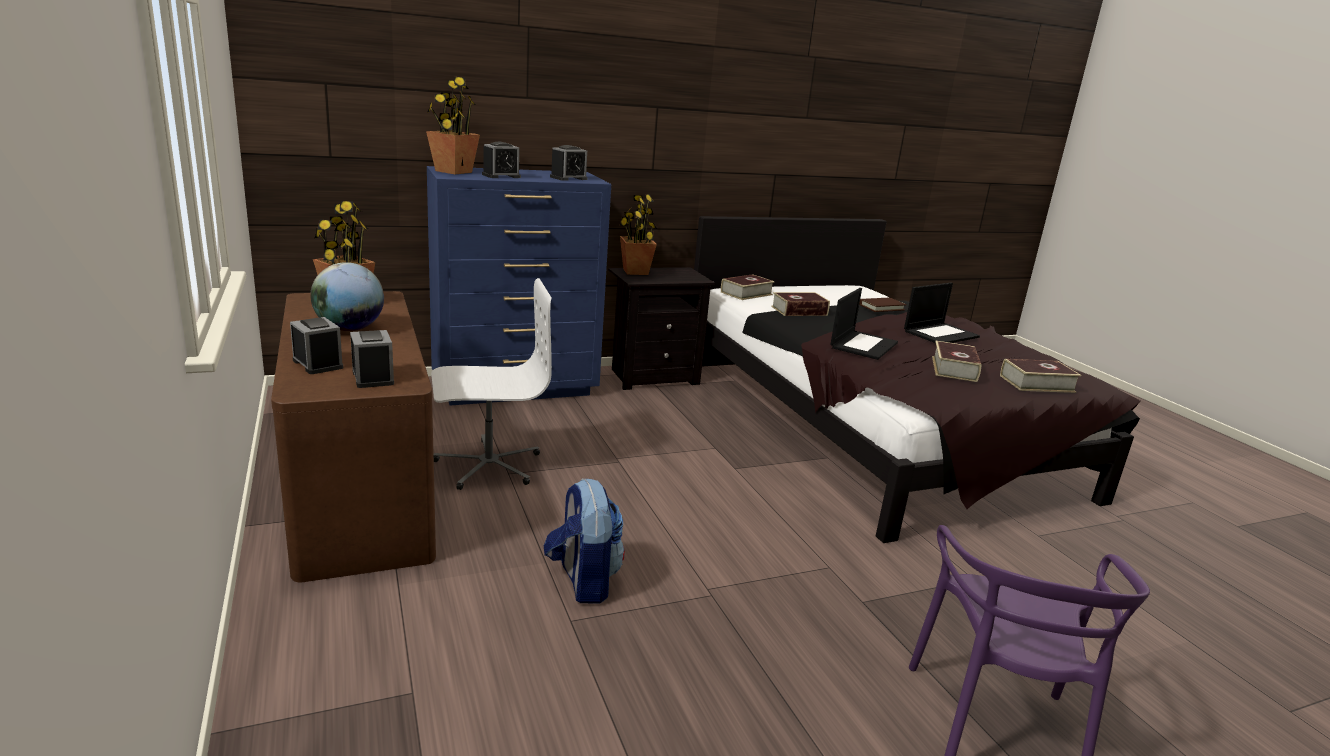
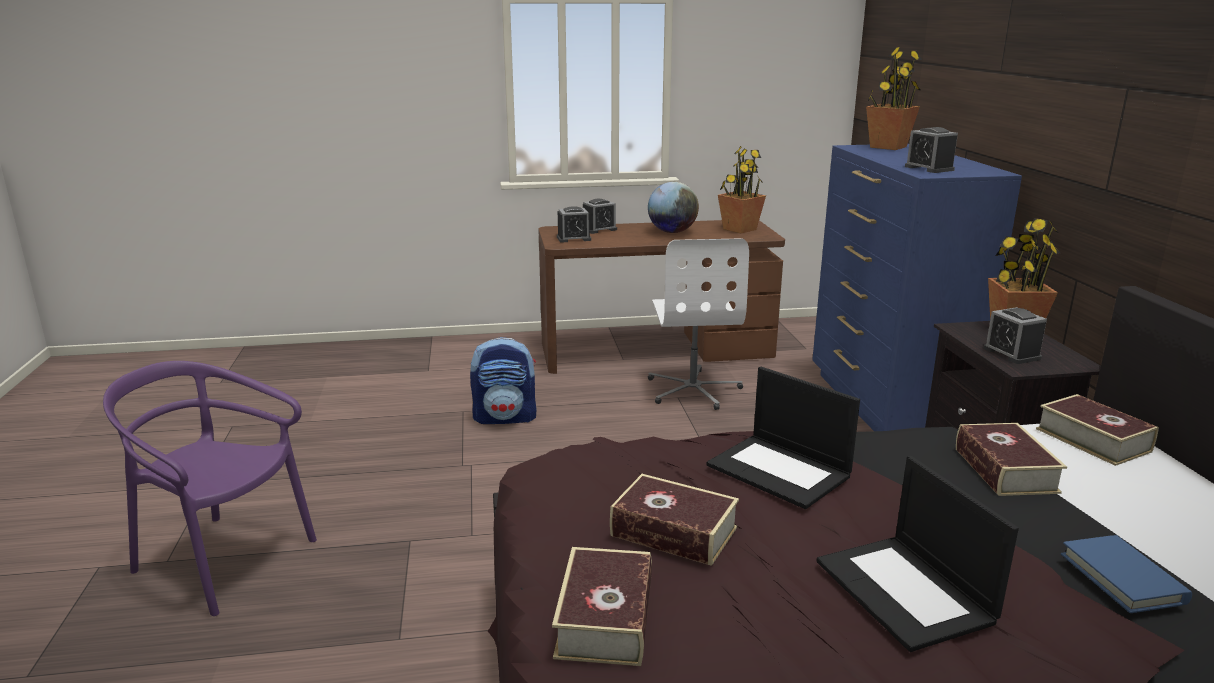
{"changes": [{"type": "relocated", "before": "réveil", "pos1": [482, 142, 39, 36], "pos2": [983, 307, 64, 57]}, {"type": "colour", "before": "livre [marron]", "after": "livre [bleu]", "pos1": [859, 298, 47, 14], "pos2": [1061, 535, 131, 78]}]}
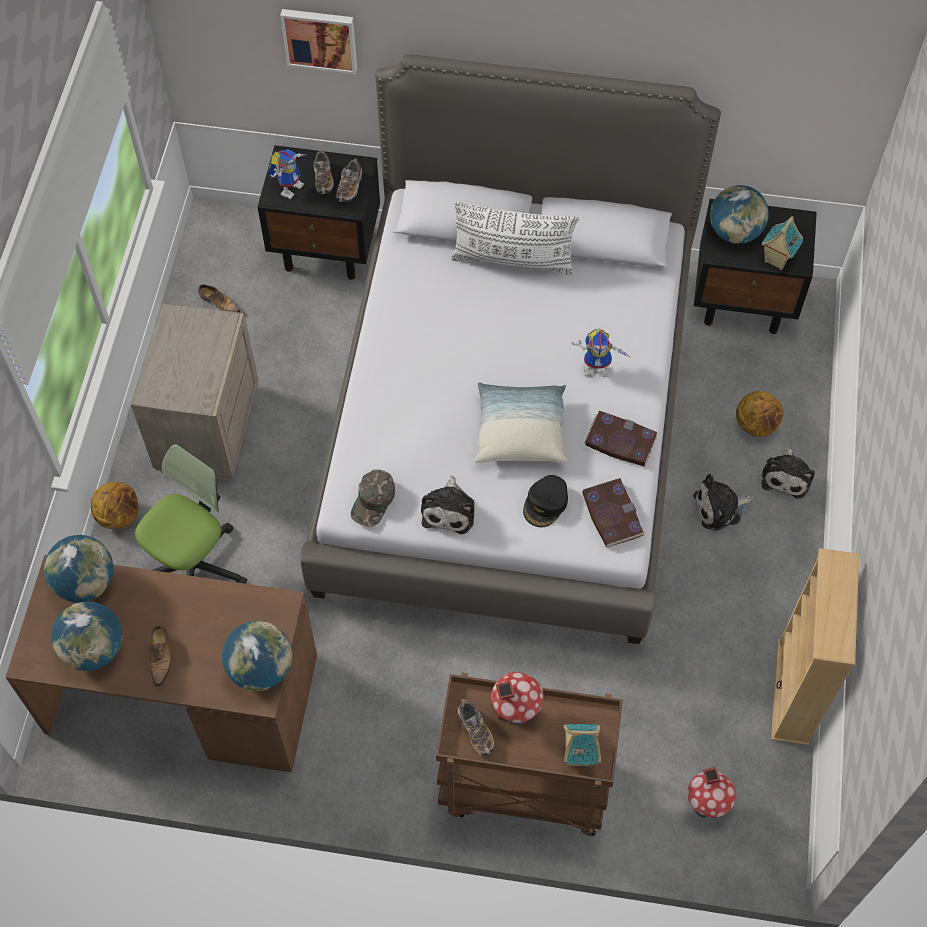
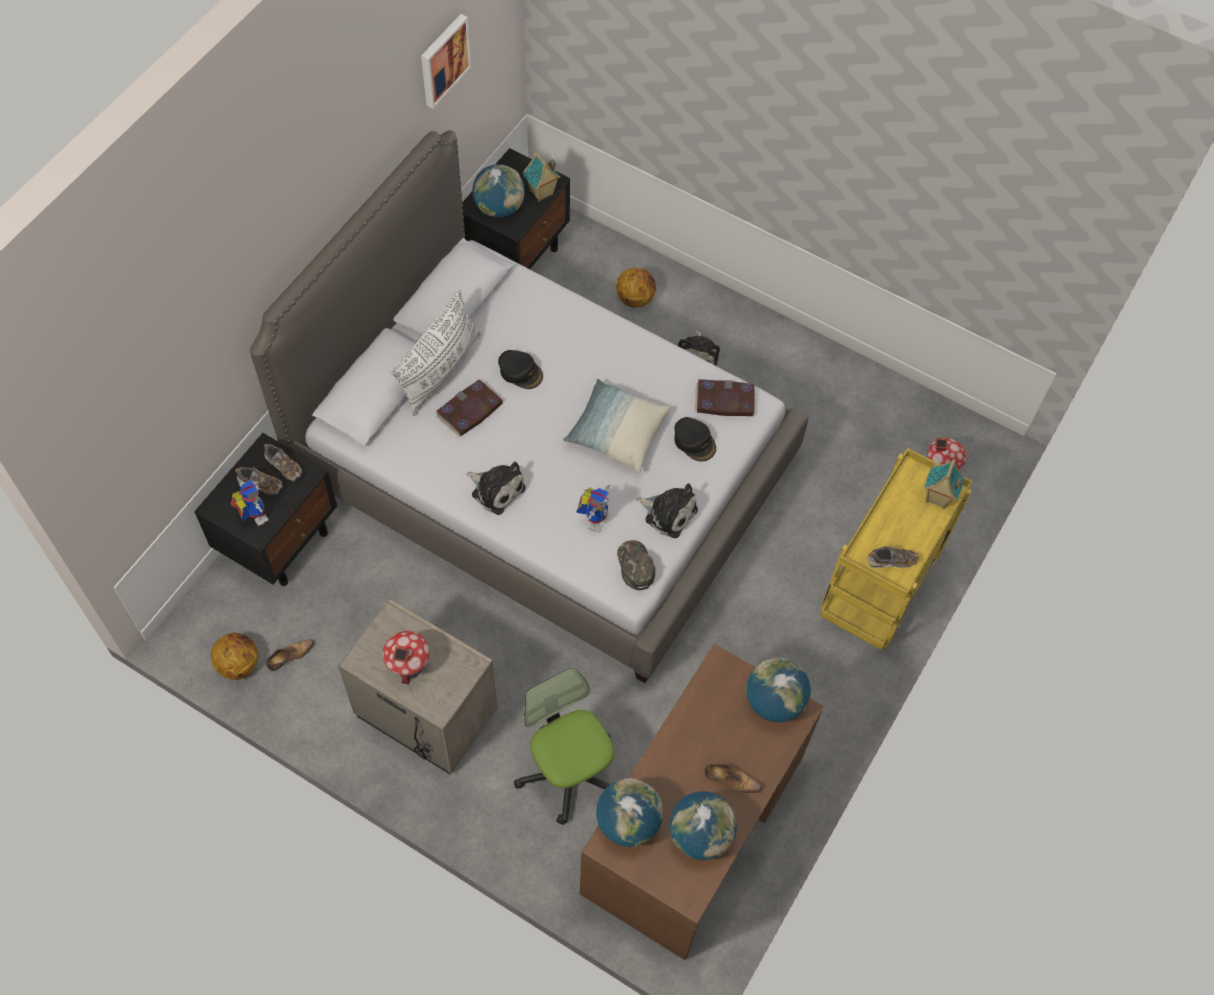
{"changes": [{"type": "relocated", "before": "ballon de basket", "pos1": [91, 482, 48, 47], "pos2": [211, 633, 47, 47]}, {"type": "relocated", "before": "maison miniature", "pos1": [491, 672, 53, 53], "pos2": [382, 631, 48, 53]}, {"type": "relocated", "before": "tableau", "pos1": [280, 9, 77, 65], "pos2": [421, 14, 50, 95]}, {"type": "relocated", "before": "livre", "pos1": [584, 410, 74, 56], "pos2": [436, 380, 67, 57]}, {"type": "relocated", "before": "peluche", "pos1": [762, 445, 53, 54], "pos2": [466, 461, 60, 54]}, {"type": "appeared", "after": "casquette [noir]", "pos2": [498, 350, 45, 39]}, {"type": "relocated", "before": "robot jouet", "pos1": [571, 329, 59, 48], "pos2": [577, 485, 33, 47]}, {"type": "spun", "before": "casquette [vert]", "pos1": [351, 469, 44, 57], "pos2": [617, 540, 38, 50], "turn": -150}, {"type": "colour", "before": "chariot [marron]", "after": "chariot [jaune]", "pos1": [436, 673, 187, 163], "pos2": [820, 448, 153, 202]}, {"type": "missing", "before": "bibliothèque [beige]", "pos1": [771, 548, 88, 198]}]}
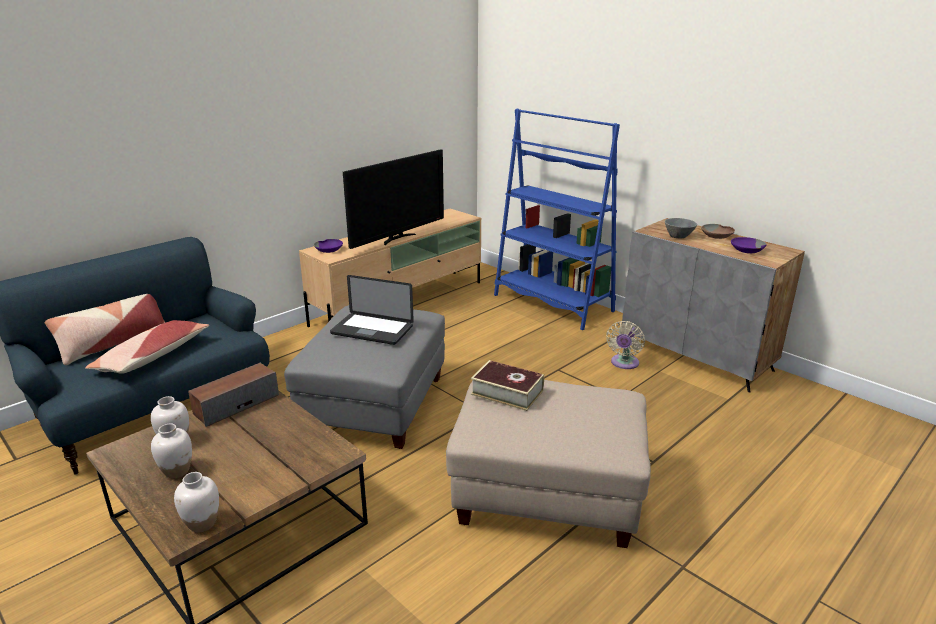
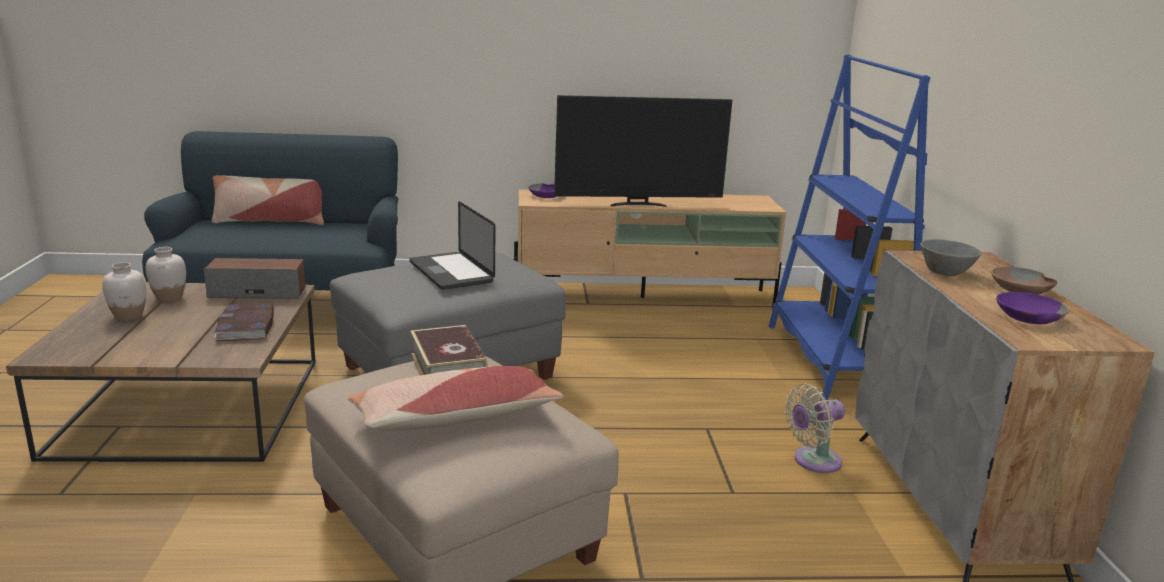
{"changes": [{"type": "appeared", "after": "livre", "pos2": [214, 303, 60, 38]}, {"type": "relocated", "before": "coussin", "pos1": [85, 320, 124, 54], "pos2": [348, 366, 216, 65]}, {"type": "missing", "before": "vase [blanc]", "pos1": [174, 472, 45, 61]}]}
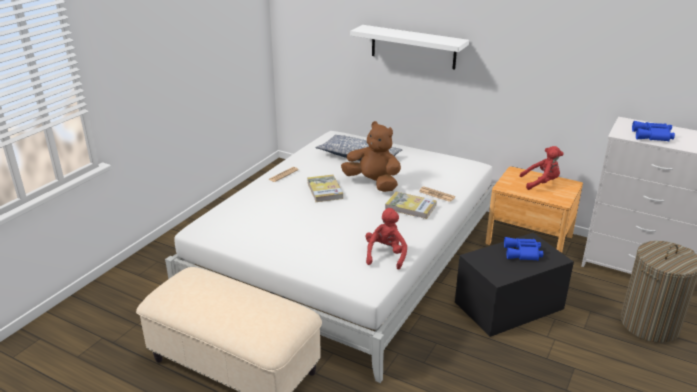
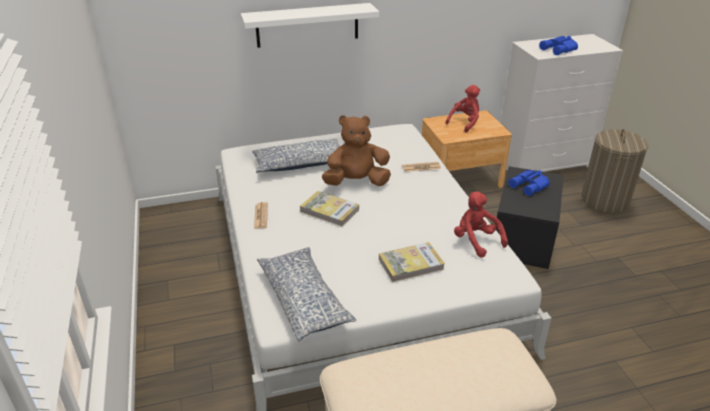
{"changes": [{"type": "appeared", "after": "coussin", "pos2": [257, 247, 100, 94]}, {"type": "relocated", "before": "livre", "pos1": [385, 192, 52, 27], "pos2": [379, 242, 66, 40]}]}
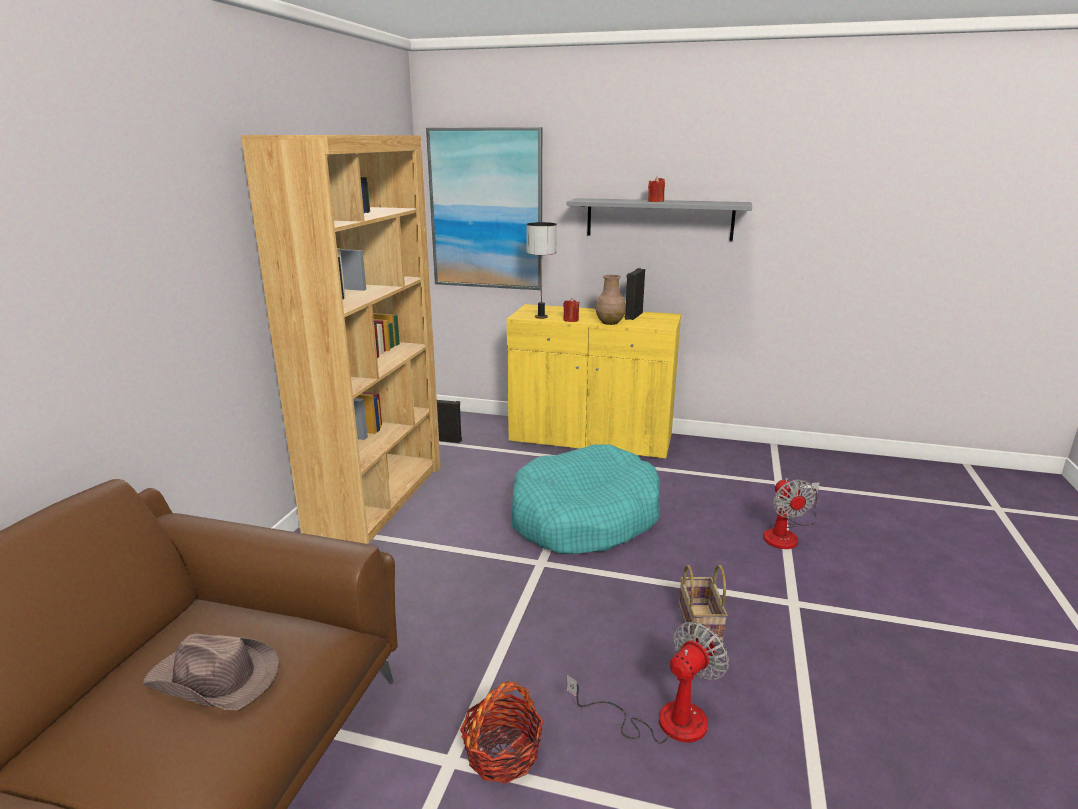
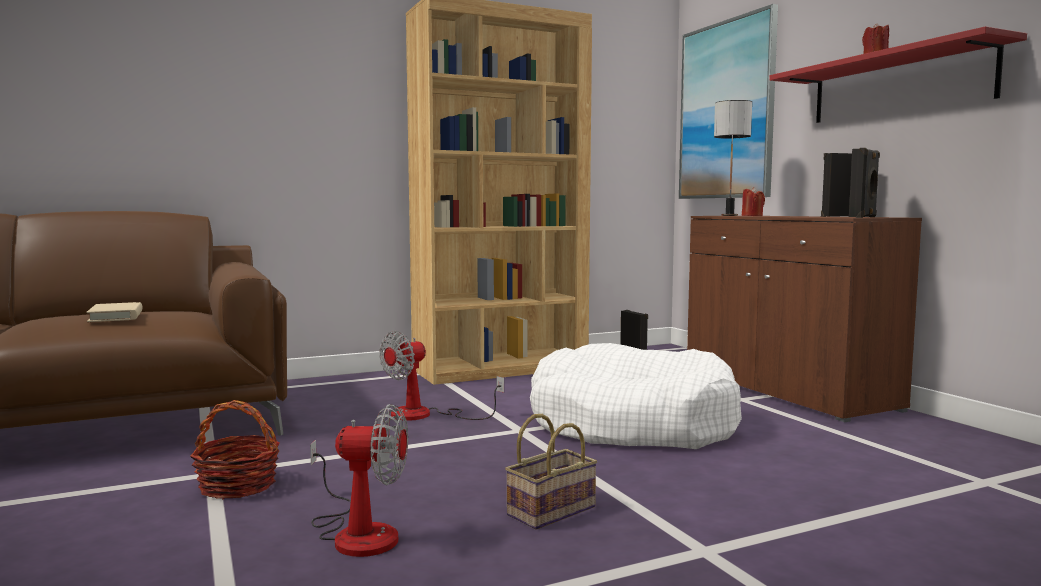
{"changes": [{"type": "exchanged", "before": "chapeau [marron]", "after": "livre [beige]", "pos1": [143, 633, 136, 77], "pos2": [86, 302, 57, 20]}, {"type": "relocated", "before": "ventilateur", "pos1": [763, 478, 56, 71], "pos2": [379, 331, 125, 90]}, {"type": "colour", "before": "panier pour chien [turquoise]", "after": "panier pour chien [blanc]", "pos1": [511, 445, 149, 109], "pos2": [530, 343, 212, 106]}, {"type": "colour", "before": "meuble de rangement [jaune]", "after": "meuble de rangement [marron]", "pos1": [506, 304, 175, 156], "pos2": [687, 216, 235, 206]}, {"type": "colour", "before": "étagère [gris]", "after": "étagère [rouge]", "pos1": [567, 198, 185, 43], "pos2": [769, 26, 258, 97]}, {"type": "appeared", "after": "enceinte [noir]", "pos2": [849, 148, 31, 70]}, {"type": "missing", "before": "vase [marron]", "pos1": [596, 275, 30, 50]}]}
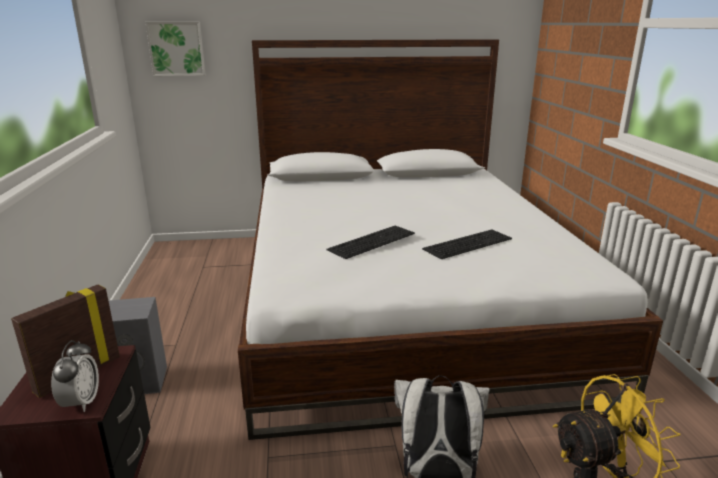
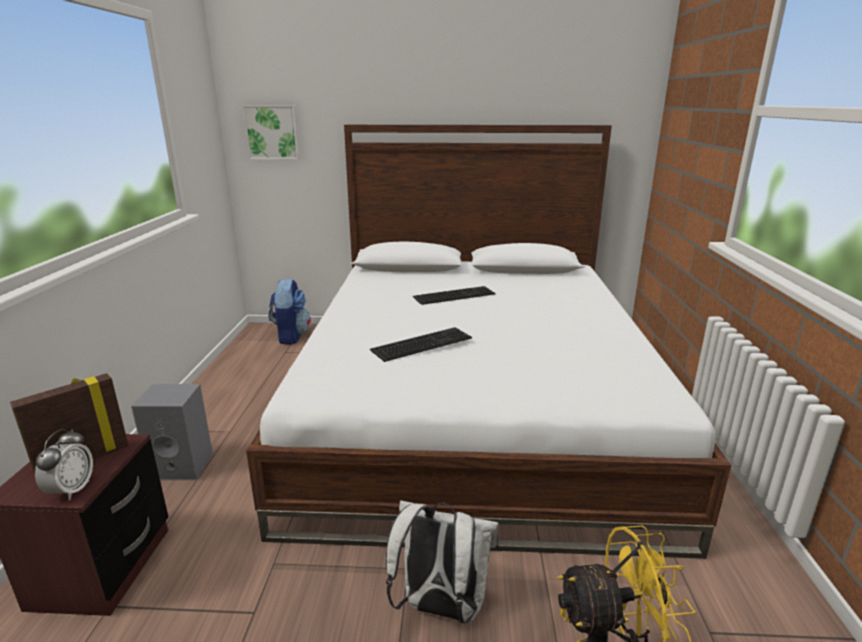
{"changes": [{"type": "appeared", "after": "sac à dos", "pos2": [269, 278, 42, 67]}, {"type": "relocated", "before": "clavier", "pos1": [422, 230, 90, 29], "pos2": [413, 286, 82, 19]}]}
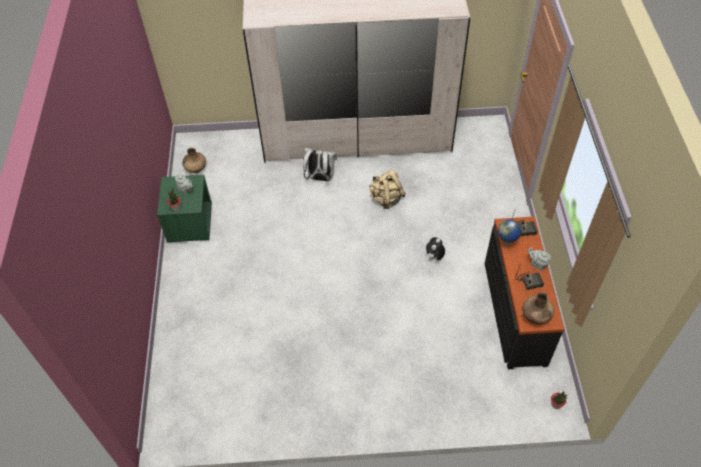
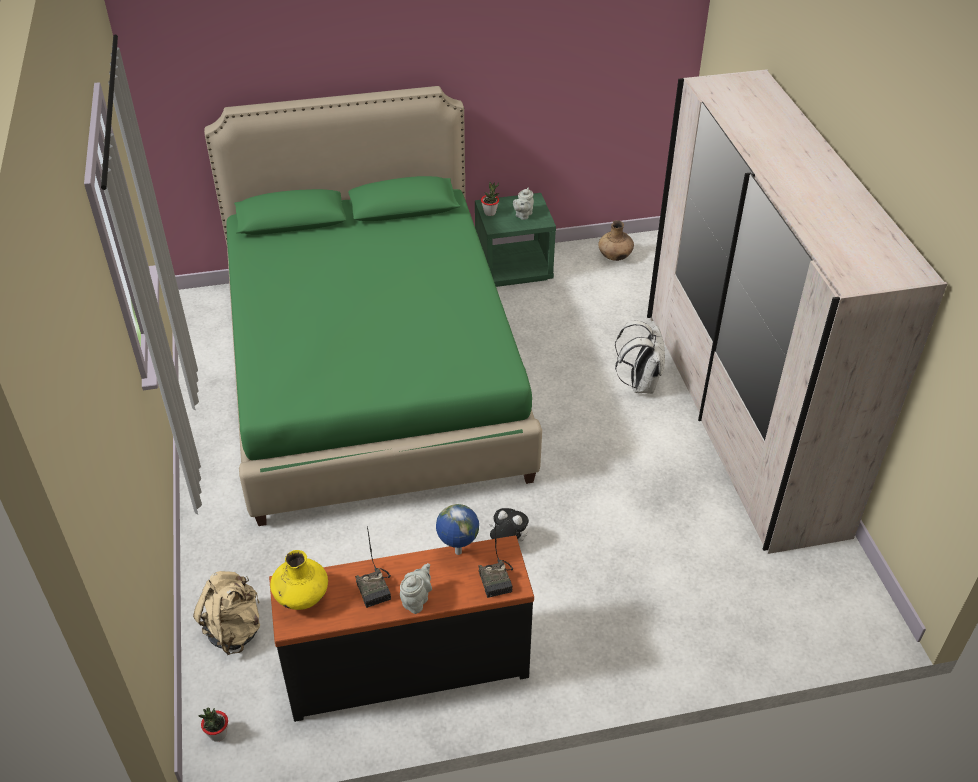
{"changes": [{"type": "relocated", "before": "sac à dos [beige]", "pos1": [369, 170, 37, 39], "pos2": [193, 571, 67, 84]}, {"type": "appeared", "after": "lit [vert]", "pos2": [204, 86, 338, 440]}, {"type": "colour", "before": "vase [marron]", "after": "vase [jaune]", "pos1": [522, 292, 32, 32], "pos2": [270, 550, 58, 60]}]}
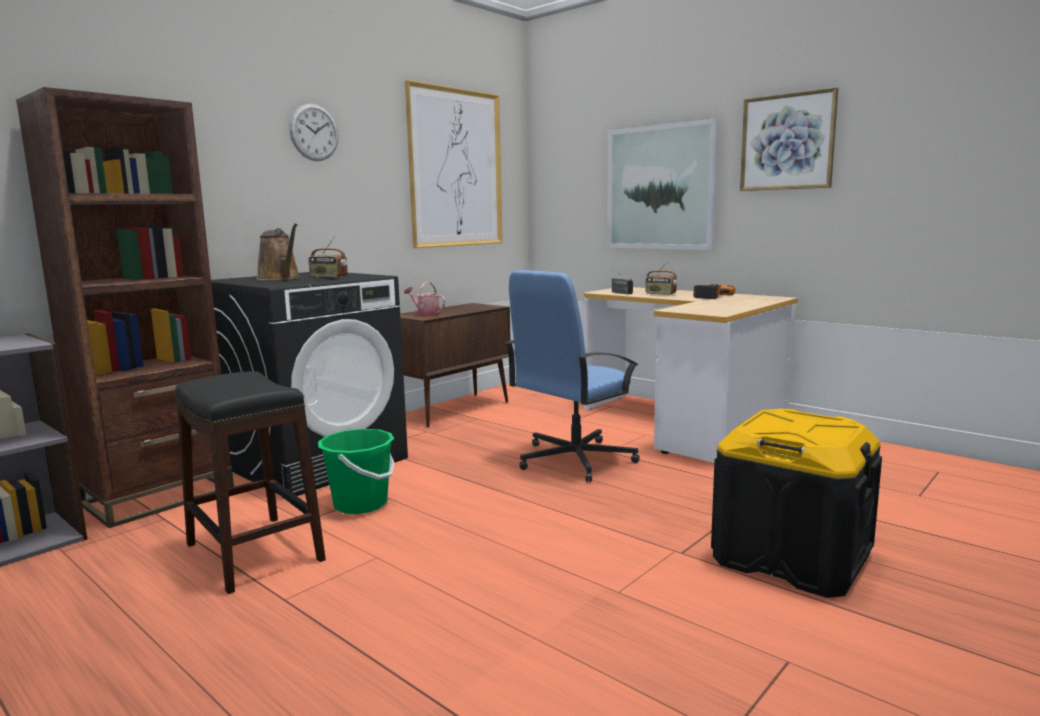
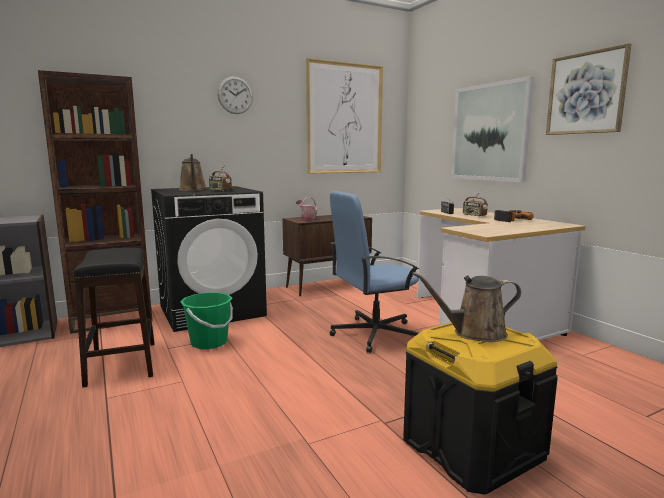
{"changes": [{"type": "appeared", "after": "arrosoir [marron]", "pos2": [412, 272, 109, 70]}]}
